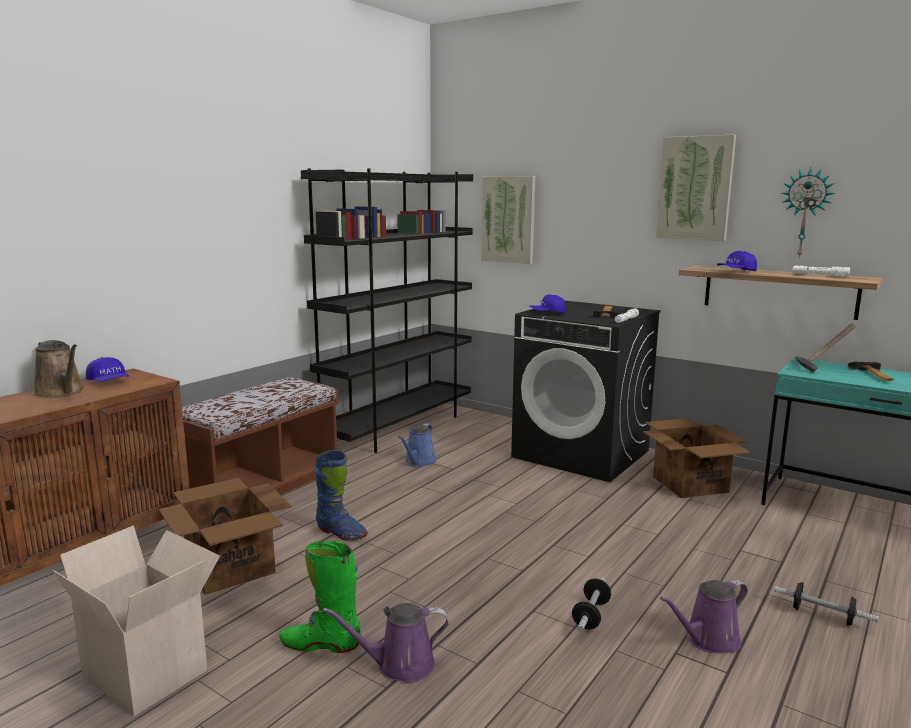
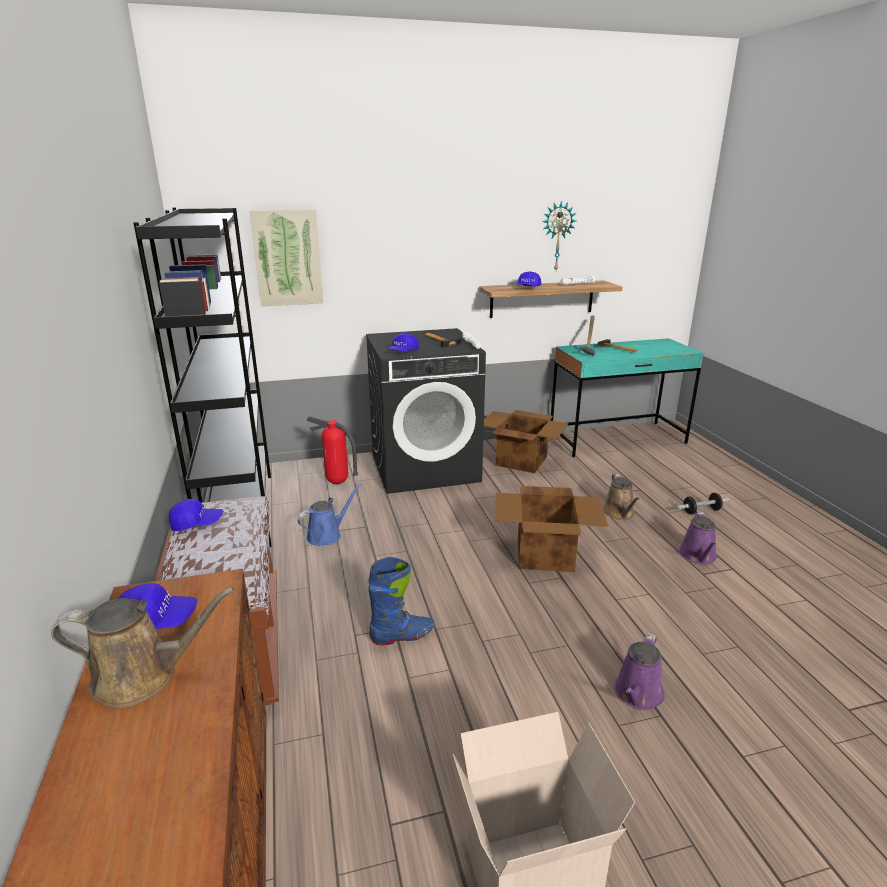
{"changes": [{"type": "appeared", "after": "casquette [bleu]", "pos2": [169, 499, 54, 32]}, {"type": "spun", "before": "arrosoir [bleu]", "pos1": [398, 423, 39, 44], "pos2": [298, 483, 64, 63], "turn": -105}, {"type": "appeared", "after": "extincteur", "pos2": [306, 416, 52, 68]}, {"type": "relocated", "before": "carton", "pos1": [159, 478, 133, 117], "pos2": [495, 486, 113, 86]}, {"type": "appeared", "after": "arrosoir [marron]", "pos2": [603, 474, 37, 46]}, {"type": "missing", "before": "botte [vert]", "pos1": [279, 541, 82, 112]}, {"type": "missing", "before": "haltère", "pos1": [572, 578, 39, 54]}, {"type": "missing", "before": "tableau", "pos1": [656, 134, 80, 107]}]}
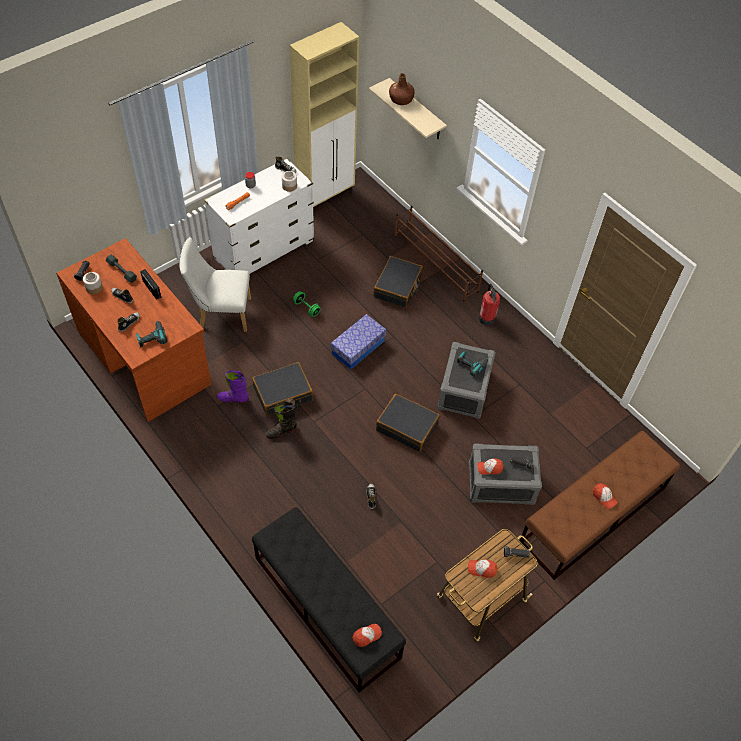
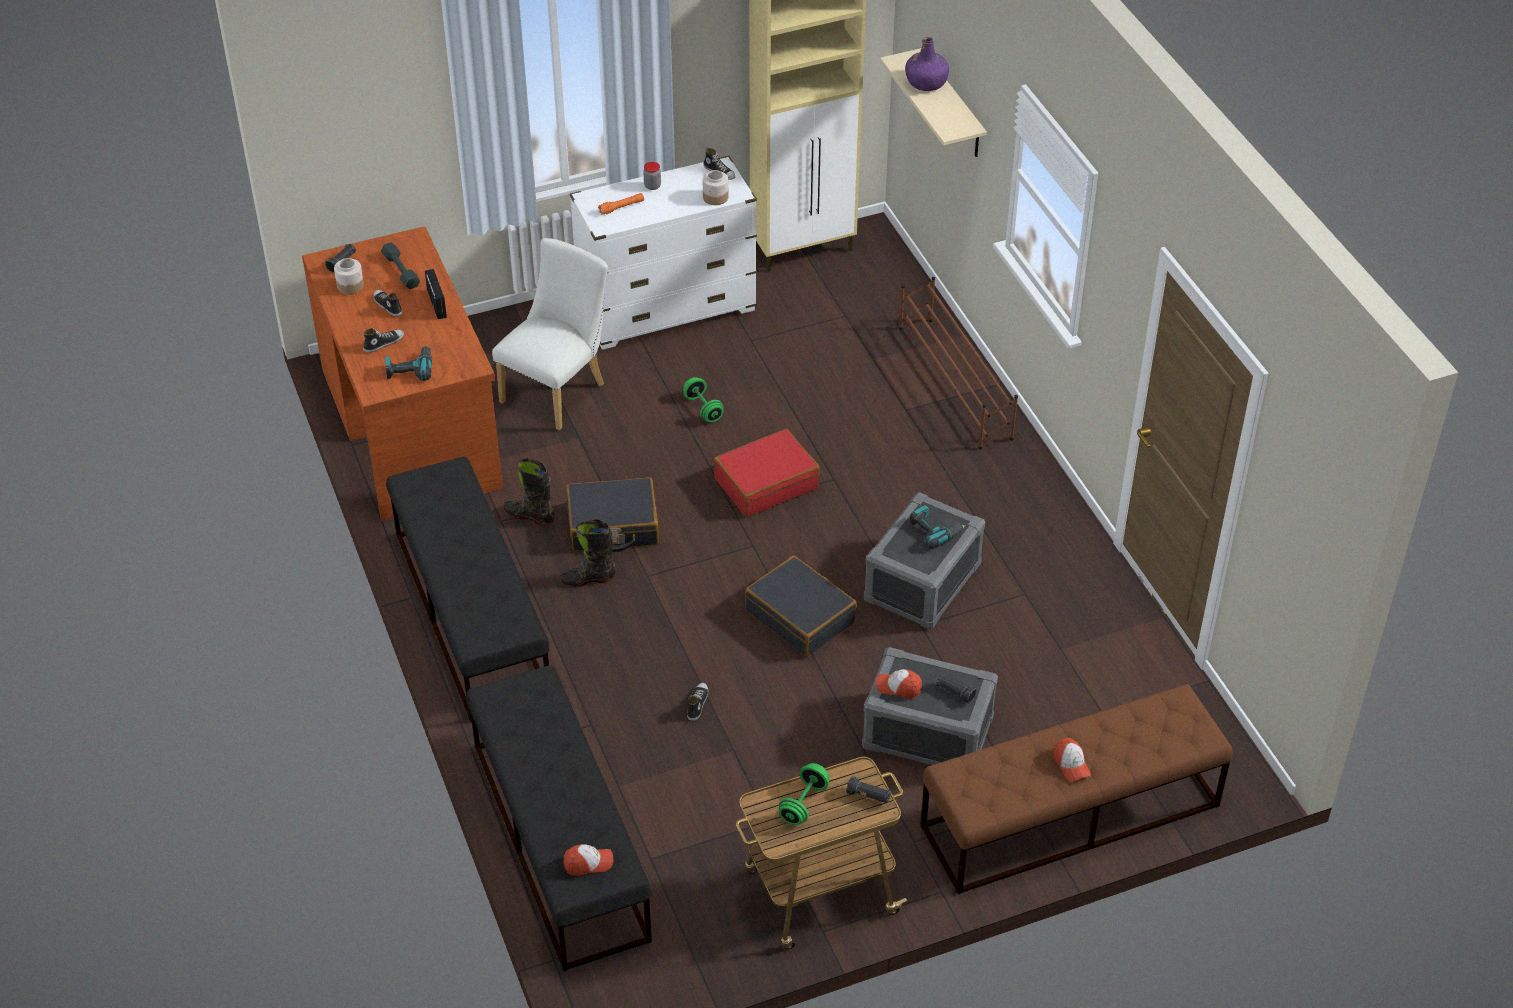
{"changes": [{"type": "appeared", "after": "banc [noir]", "pos2": [386, 457, 163, 266]}, {"type": "spun", "before": "chaise [blanc]", "pos1": [179, 237, 72, 95], "pos2": [492, 238, 116, 193], "turn": 105}, {"type": "colour", "before": "botte [violet]", "after": "botte [noir]", "pos1": [217, 370, 32, 33], "pos2": [503, 458, 52, 67]}, {"type": "exchanged", "before": "boîte de rangement", "after": "valise [rouge]", "pos1": [331, 314, 55, 55], "pos2": [714, 429, 106, 88]}, {"type": "exchanged", "before": "casquette", "after": "haltère [vert]", "pos1": [468, 559, 30, 19], "pos2": [779, 763, 50, 62]}, {"type": "colour", "before": "bouteille [marron]", "after": "bouteille [violet]", "pos1": [389, 73, 26, 32], "pos2": [905, 37, 44, 54]}, {"type": "missing", "before": "valise [noir]", "pos1": [373, 256, 50, 52]}, {"type": "missing", "before": "extincteur", "pos1": [478, 284, 22, 42]}]}
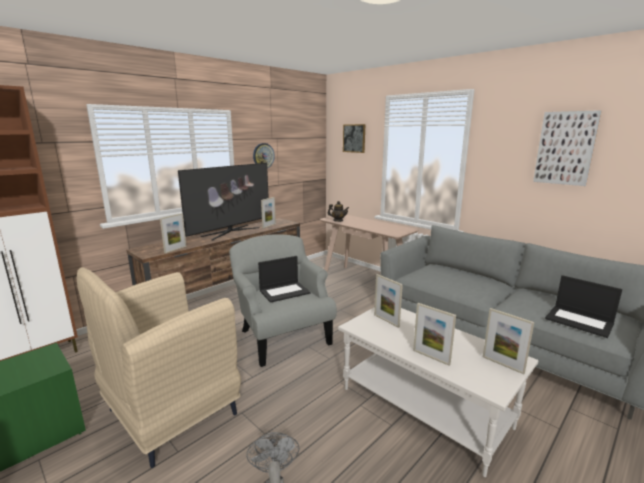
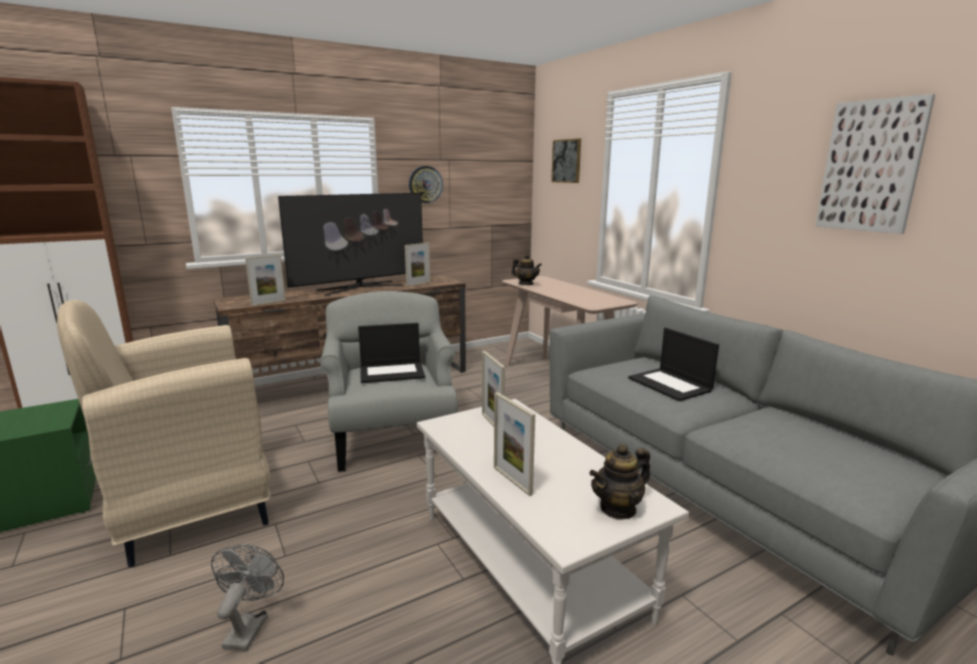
{"changes": [{"type": "exchanged", "before": "cadre photo", "after": "théière", "pos1": [483, 308, 51, 66], "pos2": [589, 444, 61, 76]}, {"type": "relocated", "before": "ordinateur portable", "pos1": [545, 275, 77, 63], "pos2": [628, 328, 91, 73]}]}
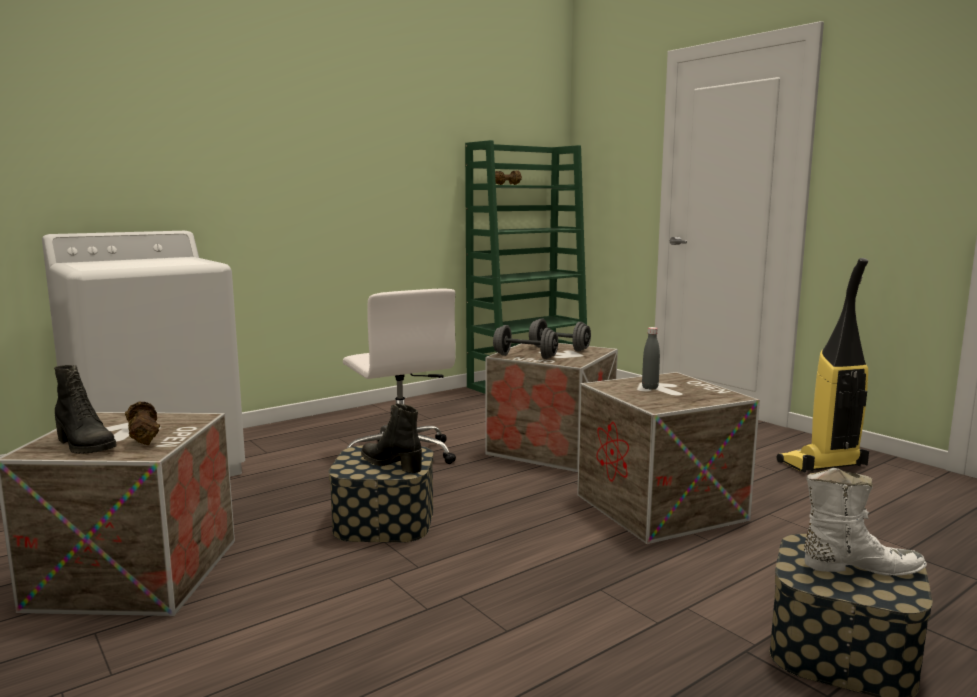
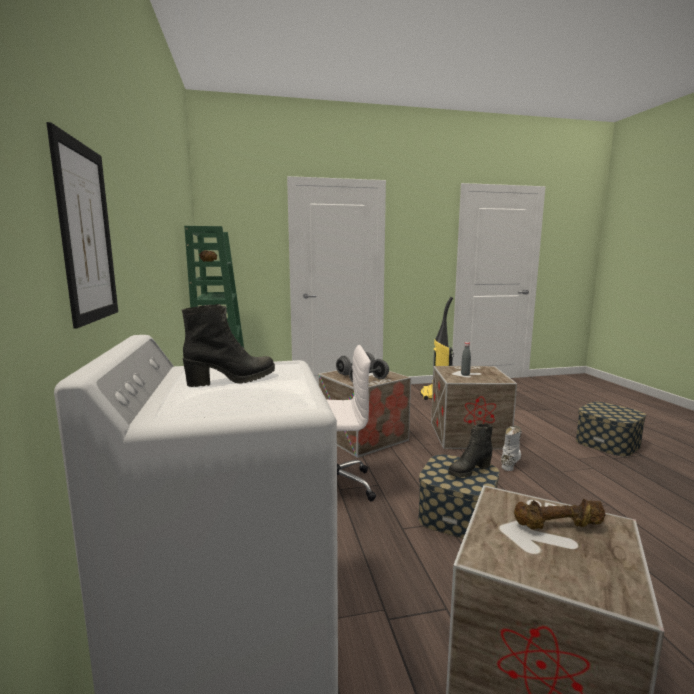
{"changes": [{"type": "appeared", "after": "tableau", "pos2": [46, 122, 72, 206]}, {"type": "relocated", "before": "botte [noir]", "pos1": [54, 365, 63, 89], "pos2": [182, 304, 93, 83]}, {"type": "relocated", "before": "botte [blanc]", "pos1": [804, 468, 123, 108], "pos2": [501, 425, 21, 46]}]}
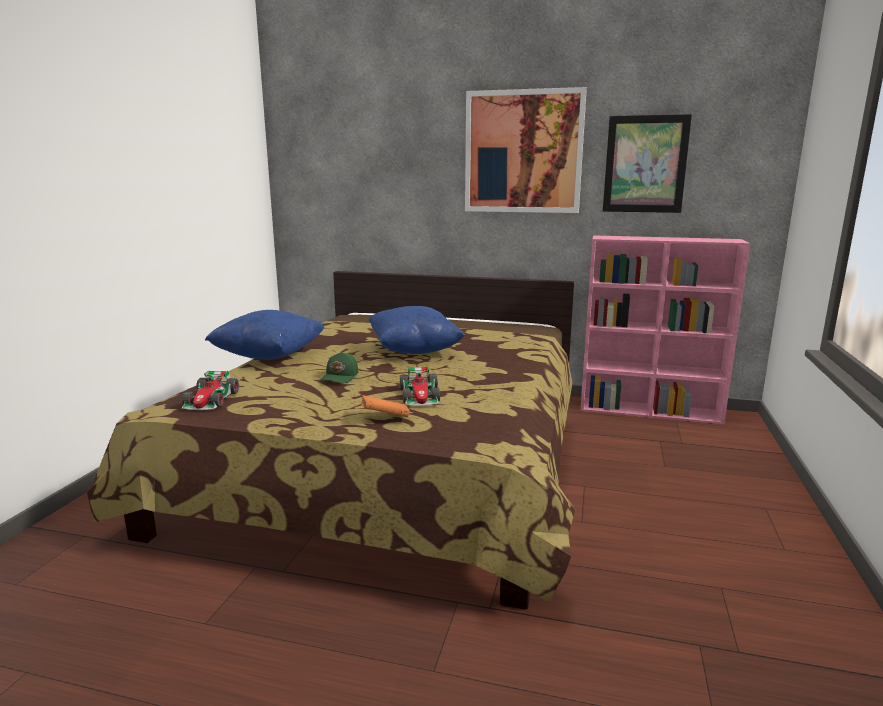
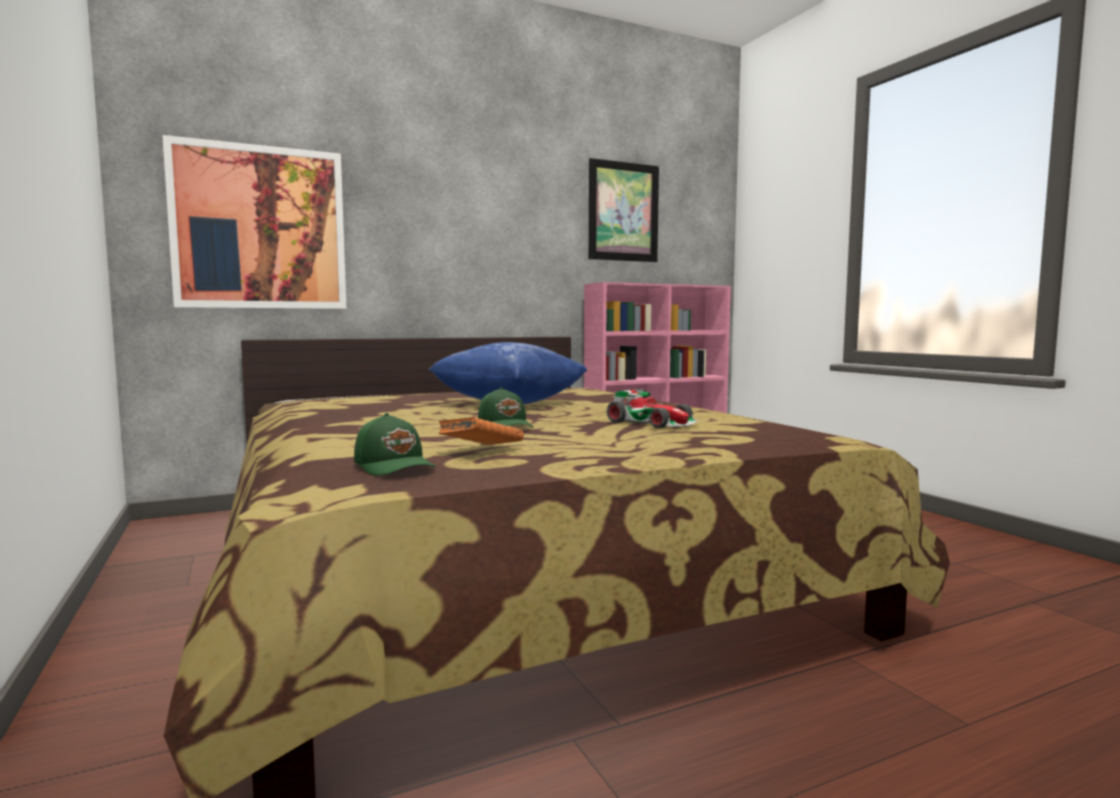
{"changes": [{"type": "relocated", "before": "tableau", "pos1": [465, 87, 122, 126], "pos2": [162, 135, 184, 174]}, {"type": "exchanged", "before": "petite voiture", "after": "casquette [vert]", "pos1": [182, 371, 57, 39], "pos2": [354, 413, 82, 63]}, {"type": "relocated", "before": "livre [orange]", "pos1": [361, 395, 48, 22], "pos2": [438, 417, 86, 28]}, {"type": "missing", "before": "coussin [bleu]", "pos1": [205, 310, 120, 50]}]}
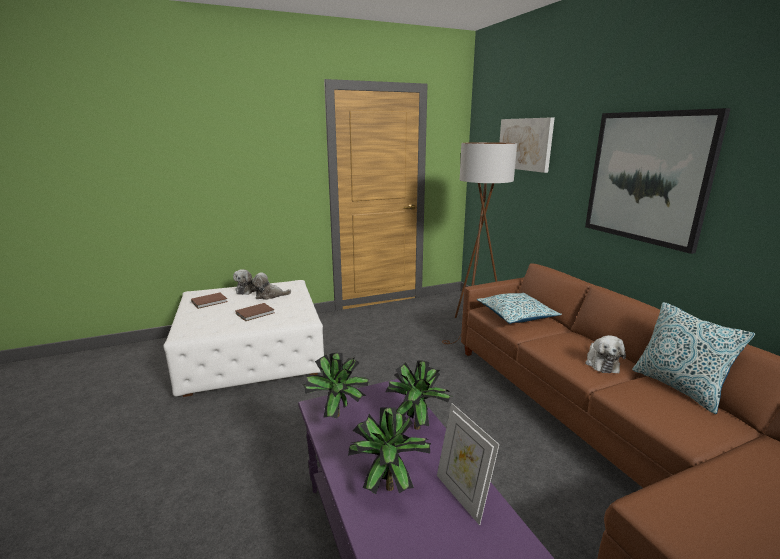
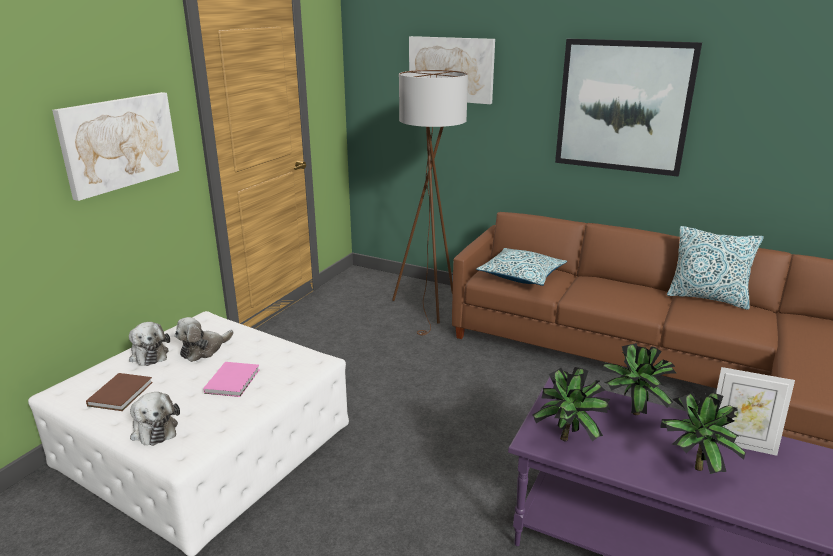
{"changes": [{"type": "appeared", "after": "tableau", "pos2": [52, 92, 127, 109]}, {"type": "relocated", "before": "peluche", "pos1": [585, 335, 41, 38], "pos2": [130, 392, 50, 54]}, {"type": "colour", "before": "livre [marron]", "after": "livre [rose]", "pos1": [235, 303, 40, 18], "pos2": [203, 362, 57, 35]}]}
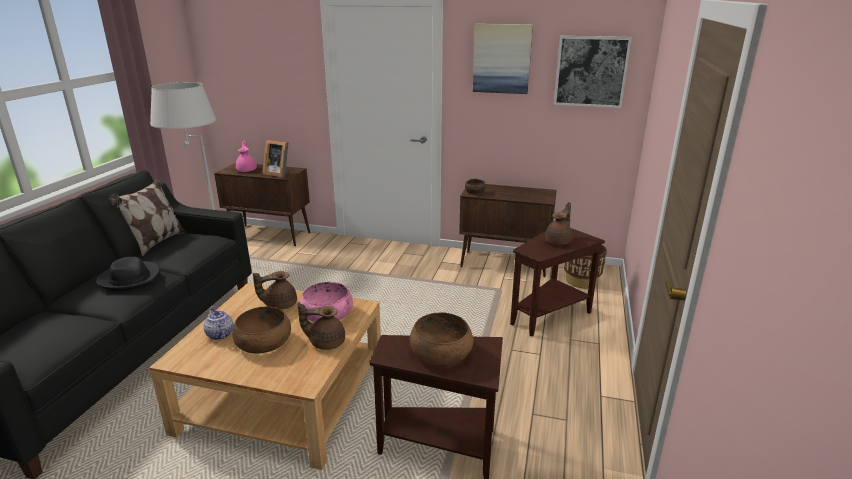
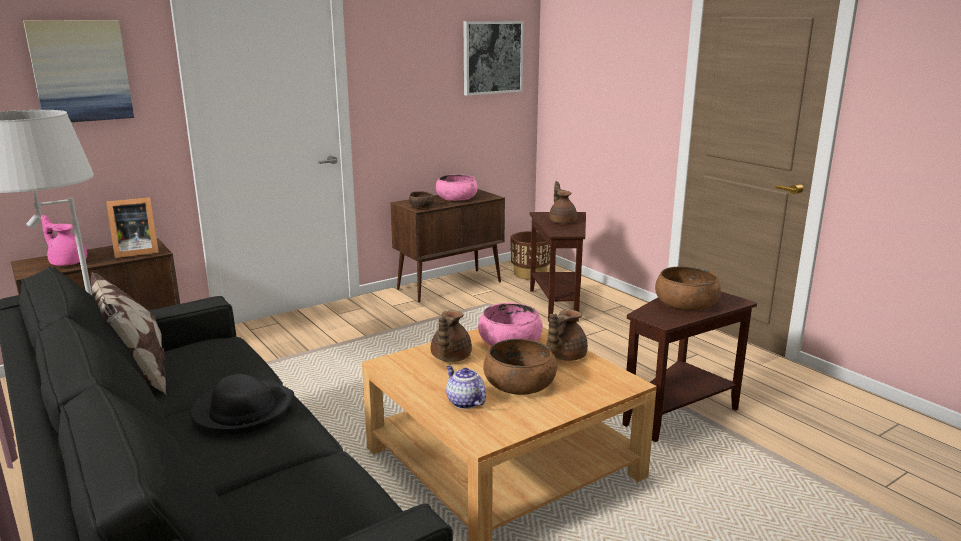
{"changes": [{"type": "relocated", "before": "tableau", "pos1": [473, 23, 60, 71], "pos2": [23, 20, 111, 102]}, {"type": "appeared", "after": "bol [rose]", "pos2": [436, 174, 42, 27]}, {"type": "spun", "before": "théière", "pos1": [203, 307, 31, 33], "pos2": [446, 366, 40, 43], "turn": 45}]}
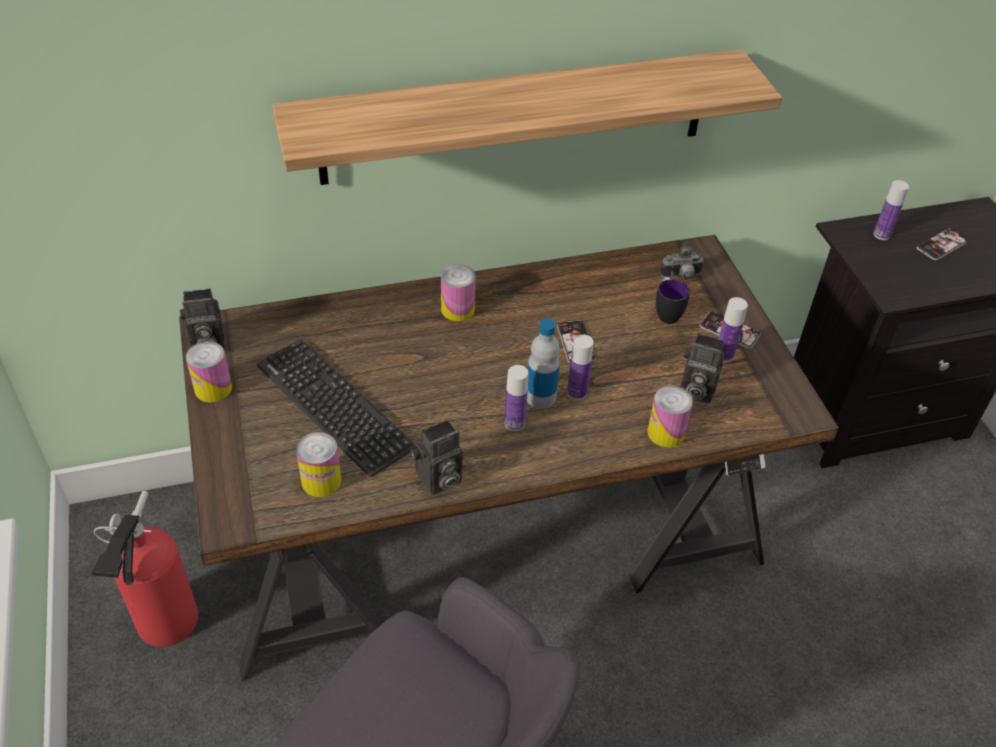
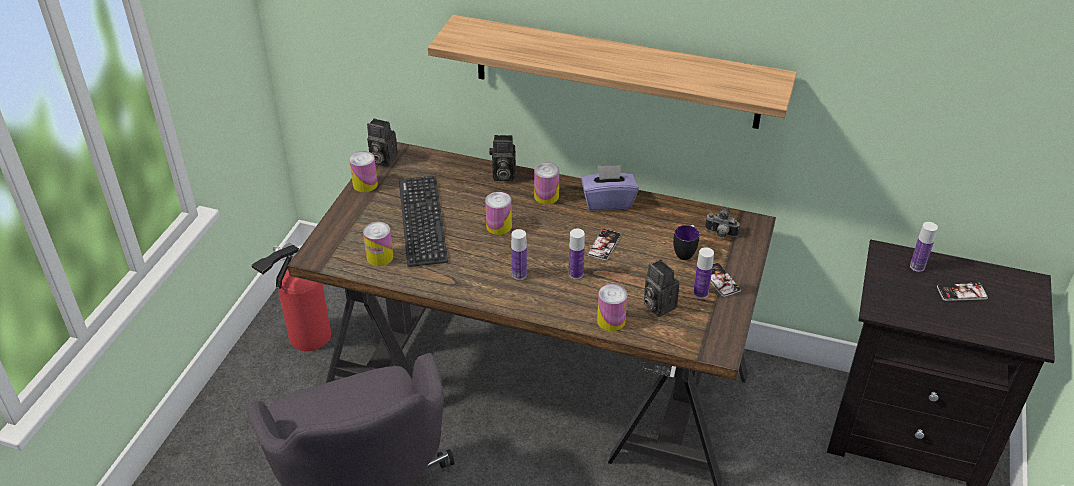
{"changes": [{"type": "appeared", "after": "boîte métallique", "pos2": [485, 192, 27, 43]}, {"type": "relocated", "before": "appareil photo", "pos1": [410, 420, 53, 75], "pos2": [489, 135, 27, 46]}, {"type": "appeared", "after": "boîte à mouchoirs [violet]", "pos2": [581, 165, 58, 46]}, {"type": "missing", "before": "bouteille", "pos1": [527, 318, 33, 90]}]}
